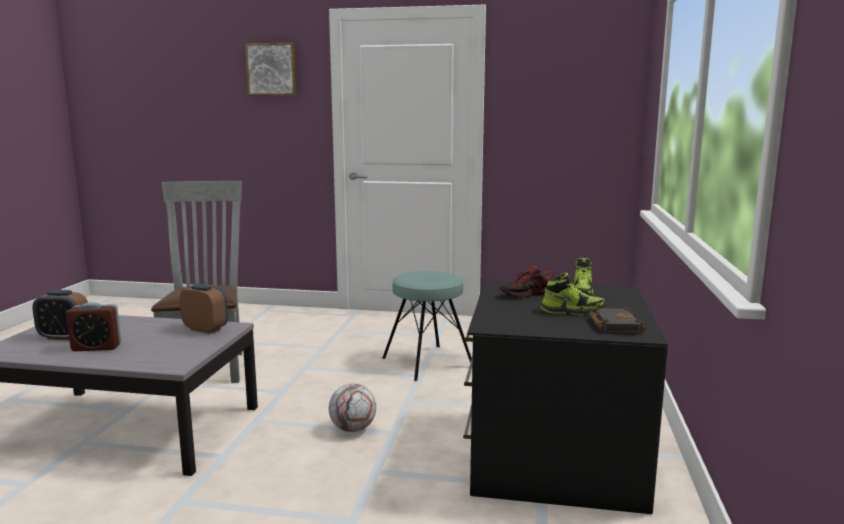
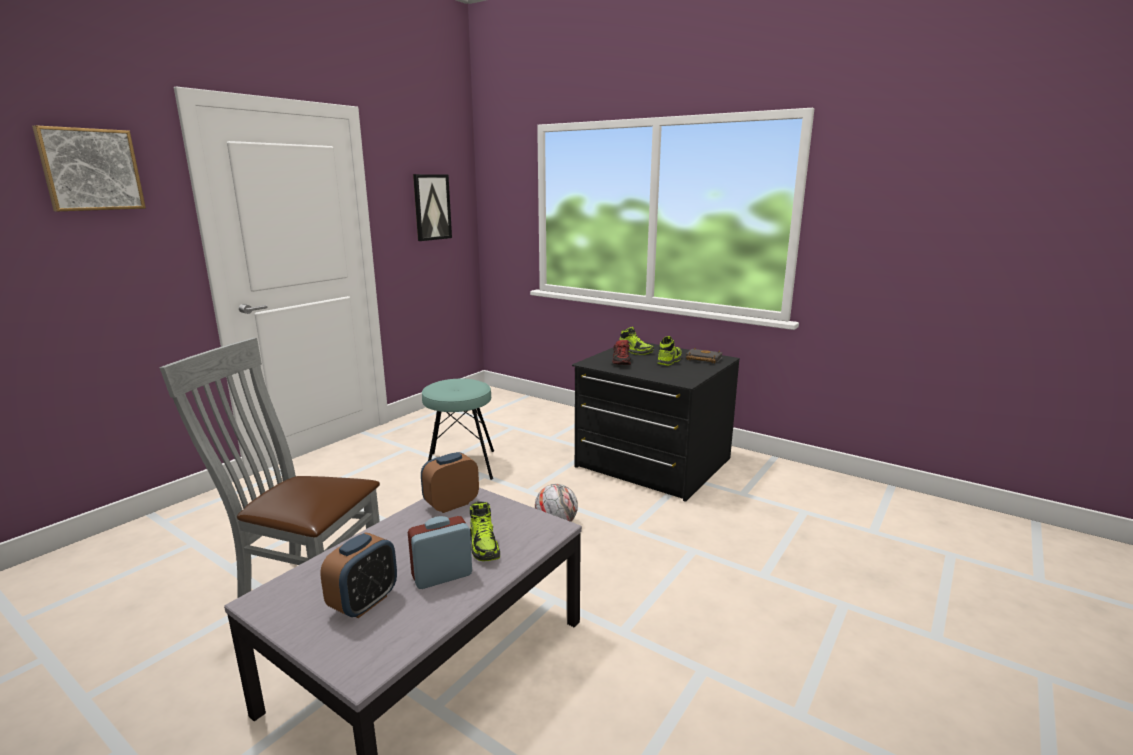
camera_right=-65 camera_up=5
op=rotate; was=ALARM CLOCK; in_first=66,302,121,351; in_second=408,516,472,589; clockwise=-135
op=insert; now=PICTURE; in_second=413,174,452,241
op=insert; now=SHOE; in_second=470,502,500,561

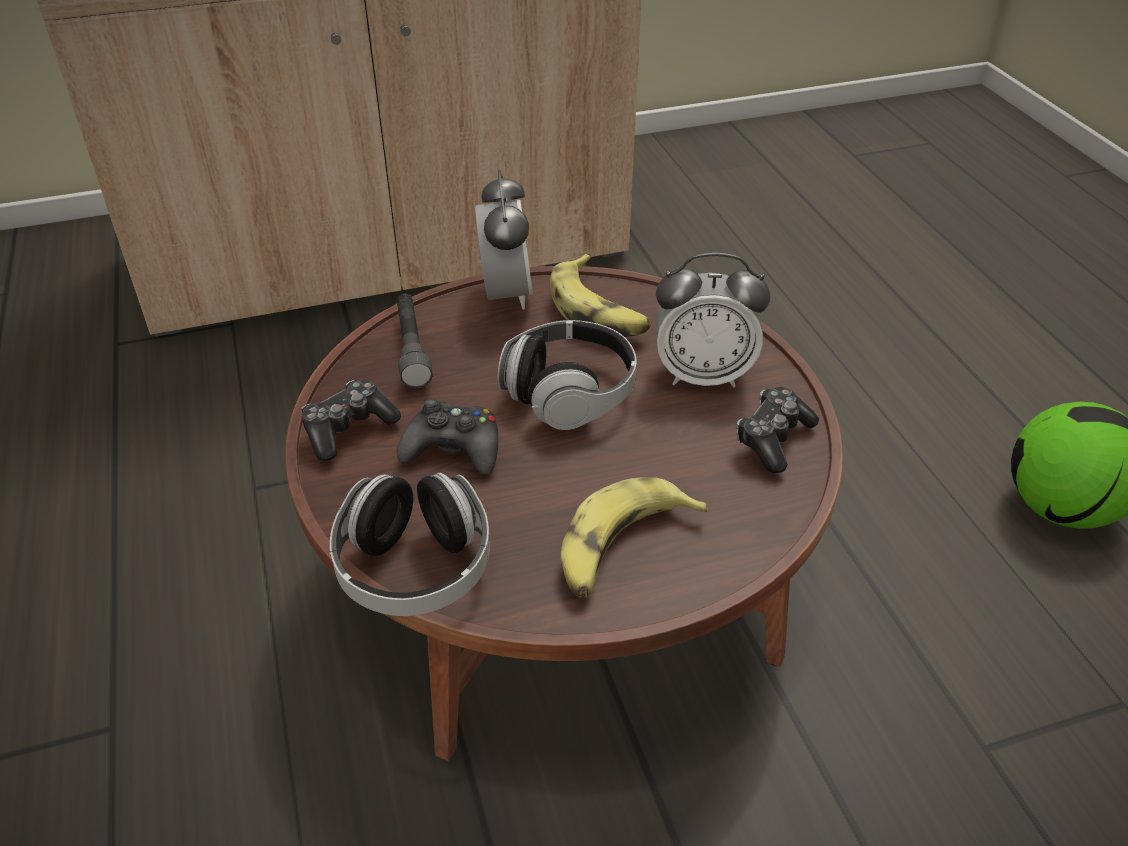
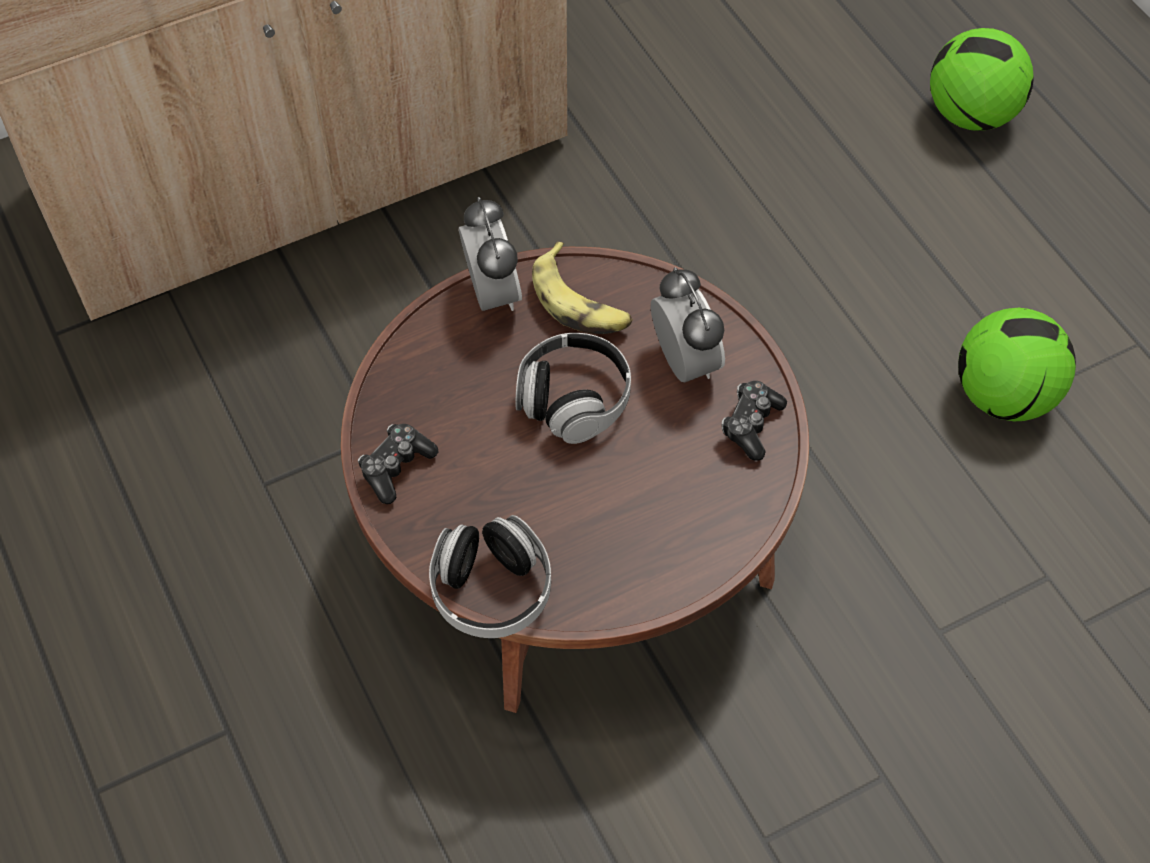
camera_right=-10 camera_up=15
op=rotate; was=ALARM CLOCK; in_first=656,253,770,387; in_second=651,267,725,382; clockwise=-105
op=insert; now=FOOTBALL; in_second=930,28,1034,131
op=delete; was=GREY FLASHLIGHT; in_first=397,294,432,388
op=delete; was=BLACK GAME CONTROLLER; in_first=397,398,498,475
op=delete; was=BANANA; in_first=560,477,708,598

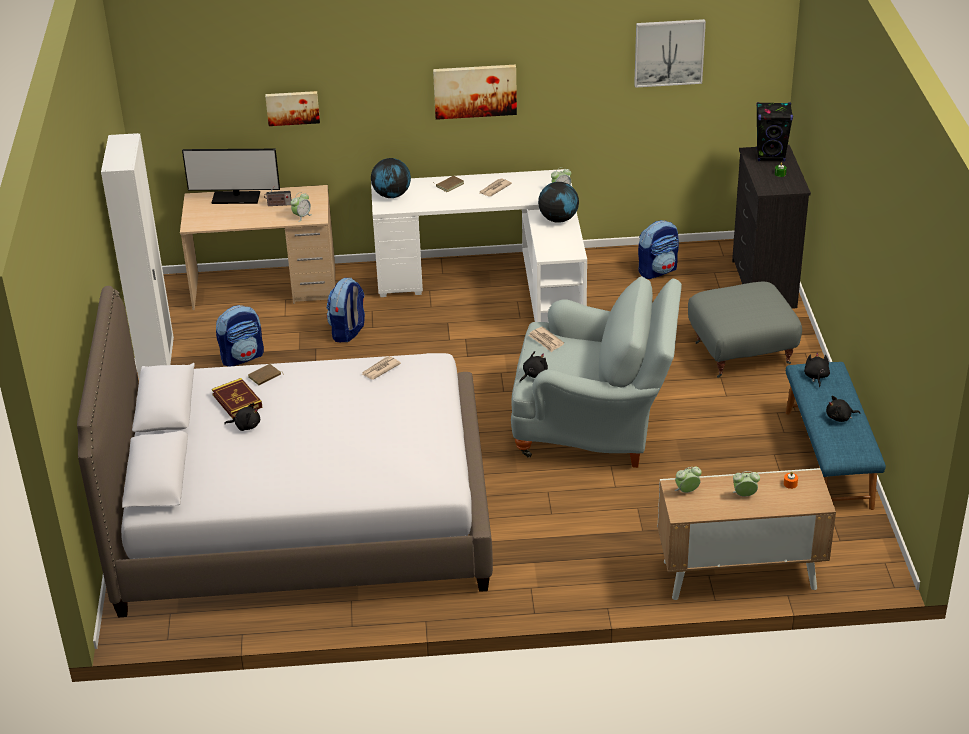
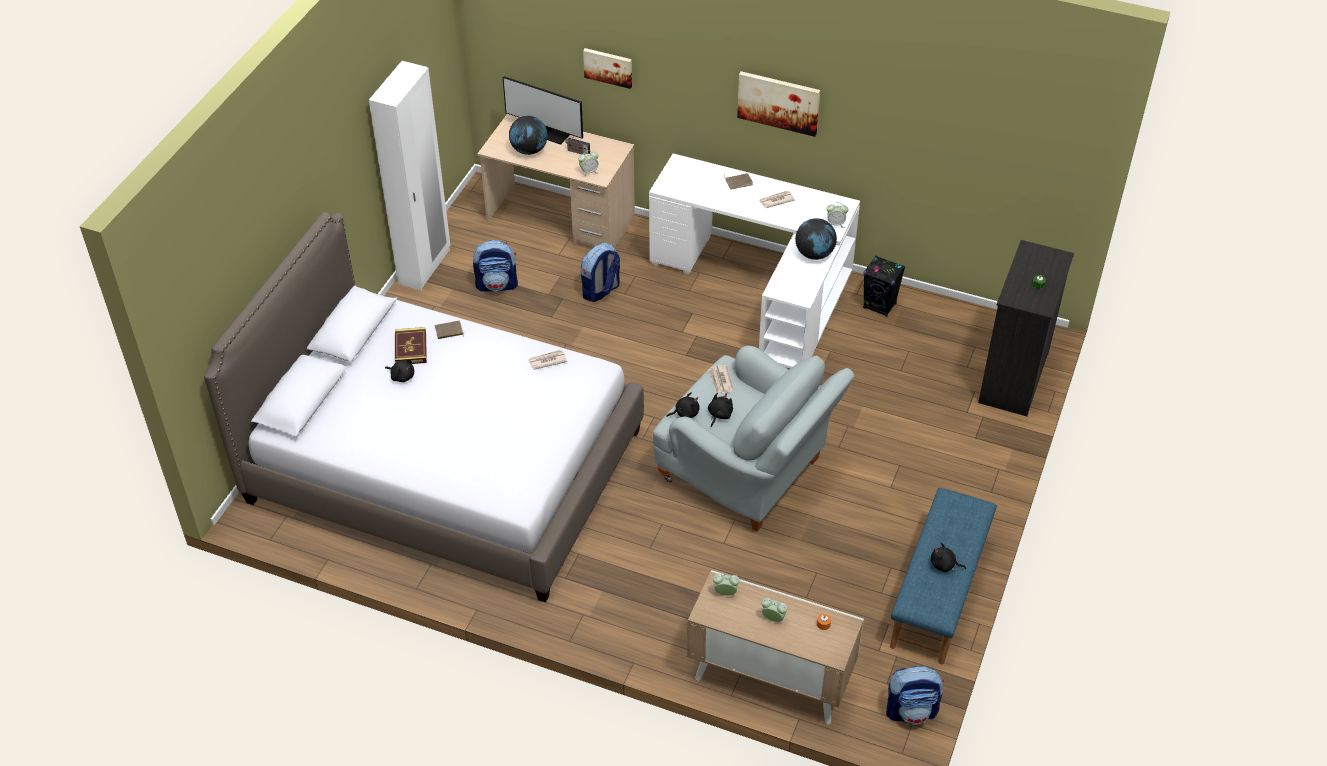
camera_right=25 camera_up=10
op=move; was=GLOBE; in_first=371,158,411,198; in_second=509,116,548,155
op=move; was=BLACK PLUSH TOY; in_first=804,353,830,387; in_second=708,393,733,427
op=move; was=BLACK SPEAKER; in_first=756,102,793,162; in_second=863,256,905,317
op=move; was=BACKPACK; in_first=638,220,679,279; in_second=886,666,944,724
op=delete; was=PICTURE; in_first=634,19,706,88
op=delete; was=GREY OTTOMAN; in_first=688,282,802,378

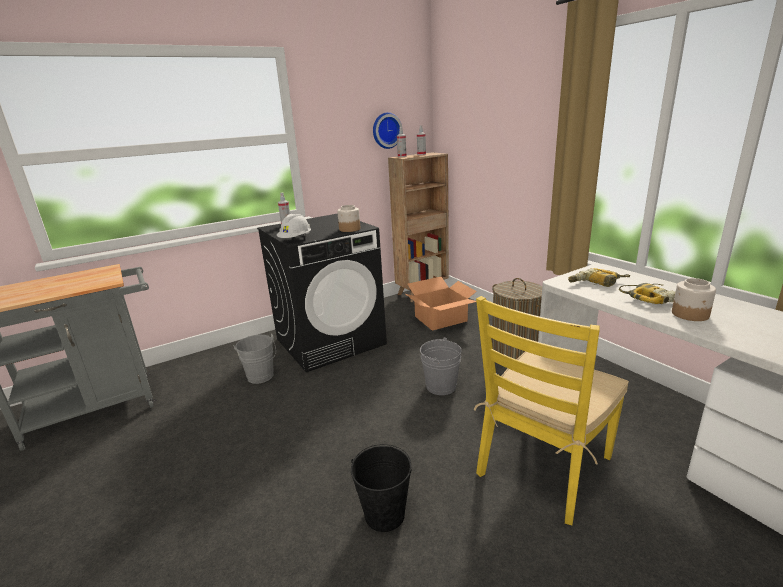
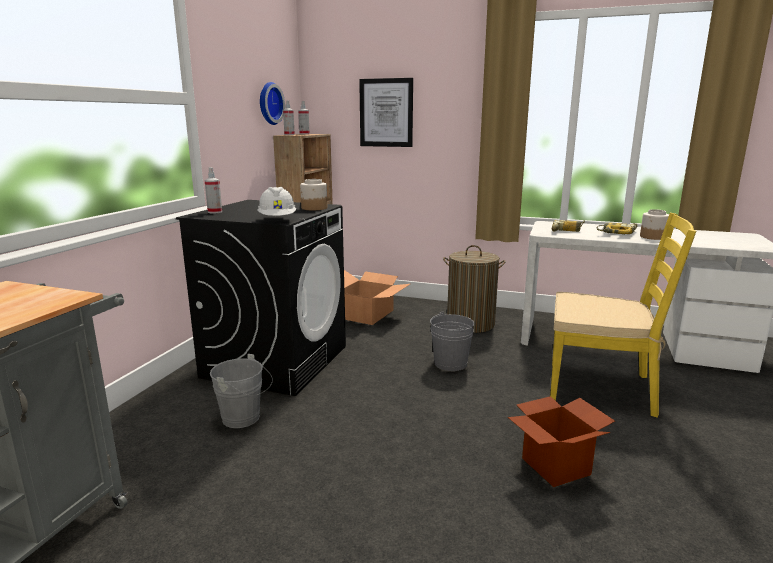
camera_right=-40 camera_up=-5
op=insert; now=PICTURE; in_second=359,78,413,147
op=replace; was=BLACK BUCKET; now=CARDBOARD BOX; in_first=351,444,412,532; in_second=508,396,615,487
op=rotate; was=YELLOW CHAIR; in_first=473,296,629,525; in_second=550,213,696,418; clockwise=-75

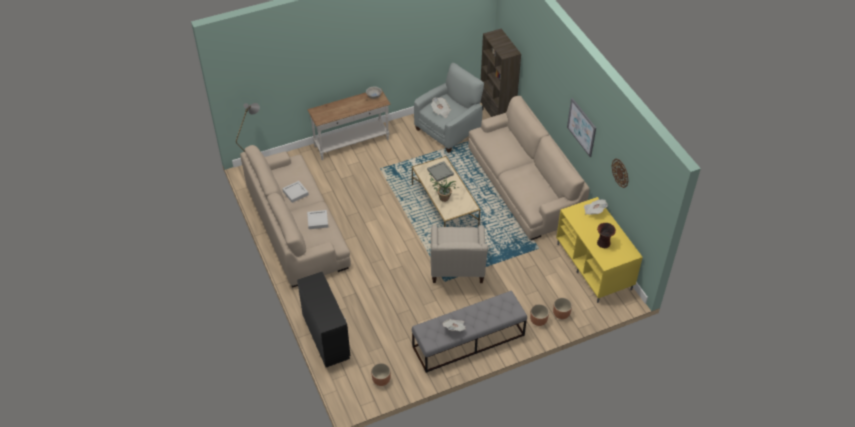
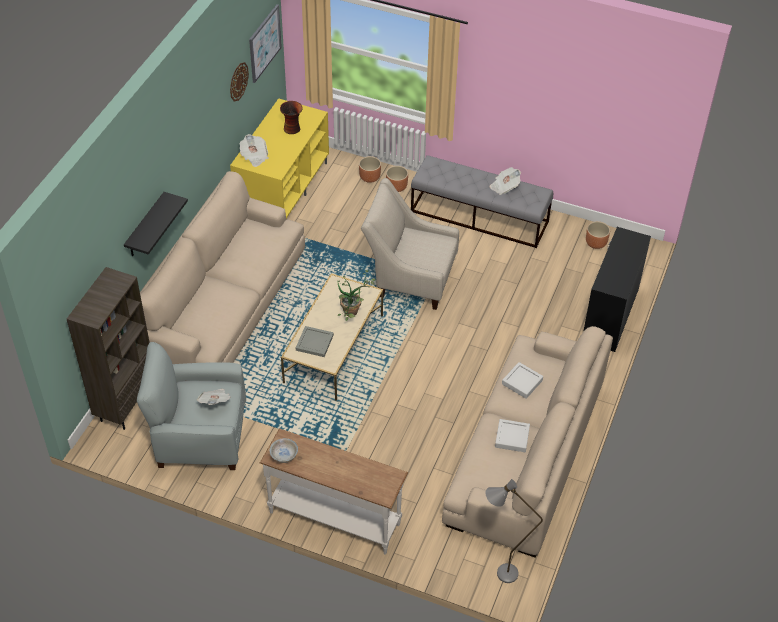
camera_right=-135 camera_up=0
op=insert; now=BLACK SHELF; in_second=124,192,188,256
op=move; was=PICTURE; in_first=567,98,596,157; in_second=249,4,282,83
op=rotate; was=BEIGE ARMCHAIR; in_first=430,225,488,283; in_second=361,178,459,310; clockwise=-120

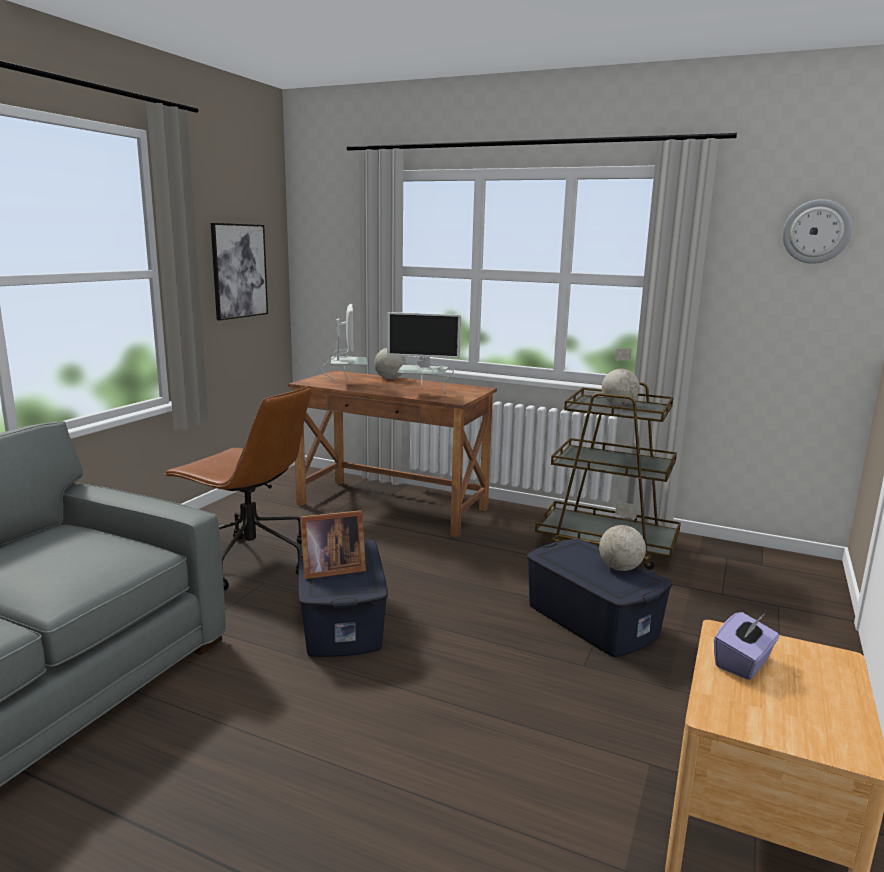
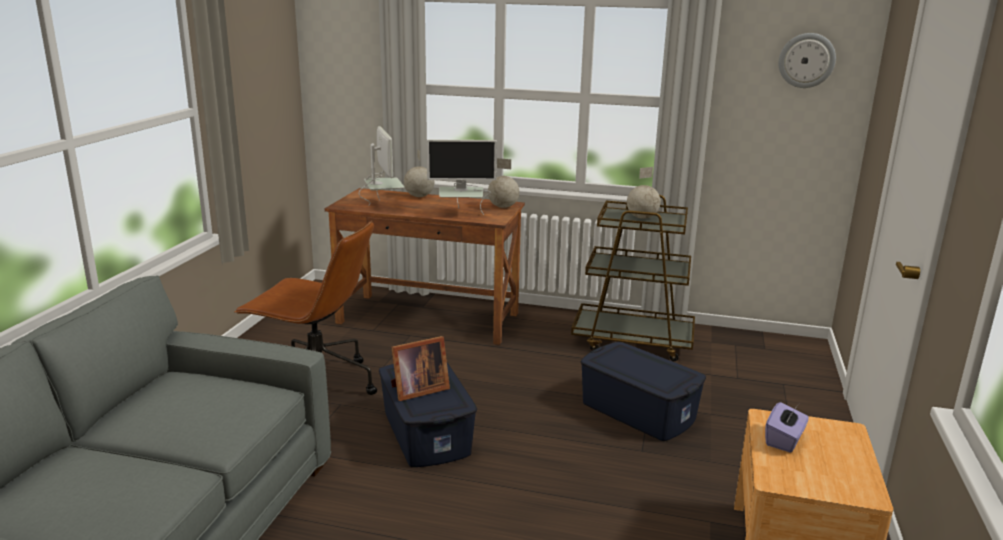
camera_right=-10 camera_up=5
op=move; was=GLOBE; in_first=599,501,646,571; in_second=488,158,519,208
op=delete; was=PICTURE; in_first=211,223,268,320

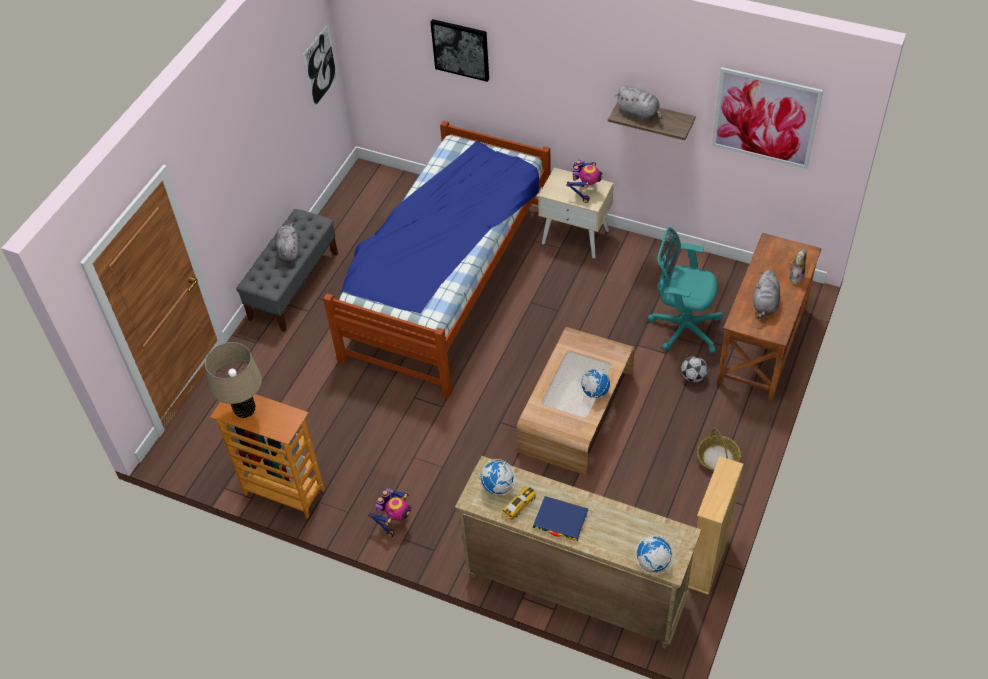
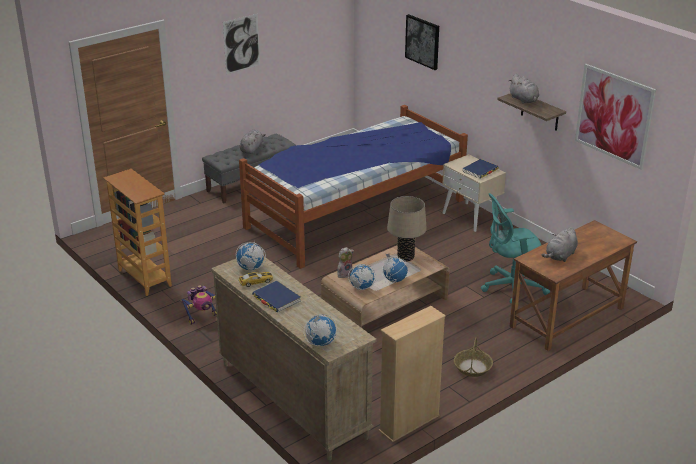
camera_right=25 camera_up=-20
op=move; was=PICTURE; in_first=303,24,338,109; in_second=223,14,260,74
op=move; was=PLUSH TOY; in_first=789,249,806,284; in_second=337,247,354,278
op=insert; now=GLOBE; in_second=348,264,376,290
op=move; was=BEIGE TABLE LAMP; in_first=205,342,262,418; in_second=387,196,427,262
op=replace; was=TOY ROBOT; now=BLUE BOOK; in_first=566,160,603,203; in_second=462,159,499,179
op=rotate; was=TURQUOISE OFFICE CHAIR; in_first=648,227,723,353; in_second=481,193,550,303; clockwise=-60
op=delete; was=FOOTBALL; in_first=681,356,708,382

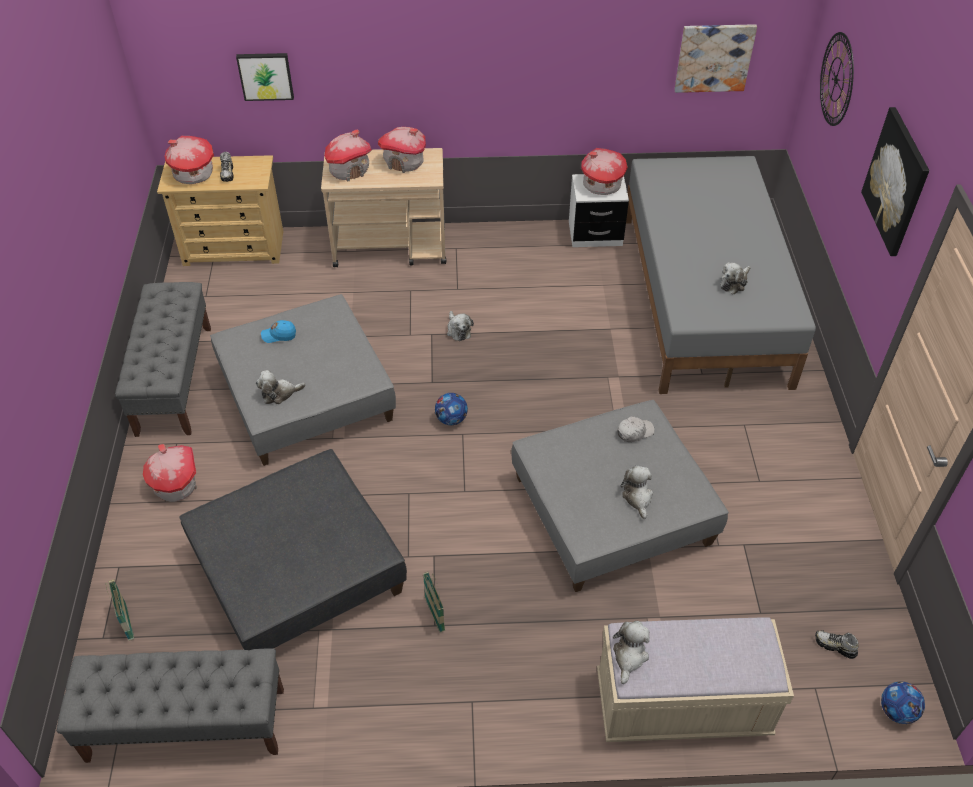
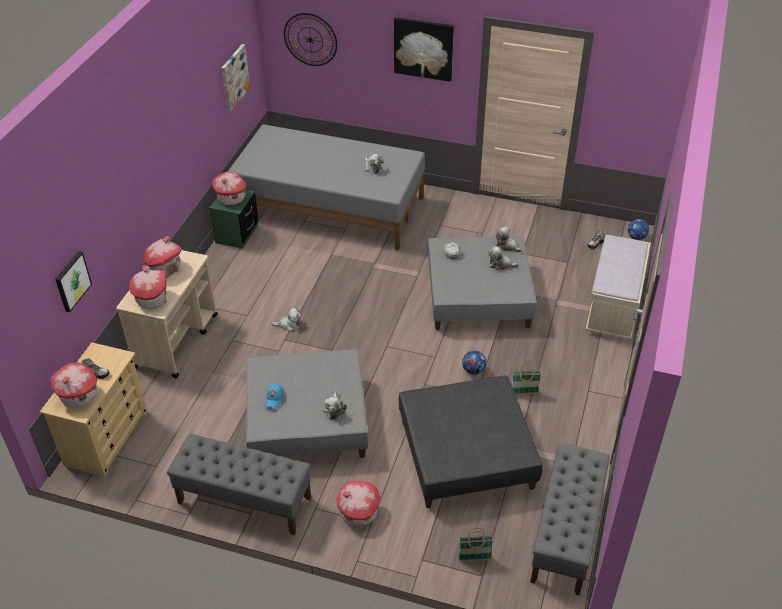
camera_right=-70 camera_up=-5
op=recolor; was=WHITE NIGHTSTAND; now=GREEN NIGHTSTAND; in_first=569,174,629,247; in_second=210,189,258,249
op=move; was=FOOTBALL; in_first=435,393,468,425; in_second=462,351,486,375
op=move; was=PLUSH TOY; in_first=613,621,650,684; in_second=496,227,522,252

